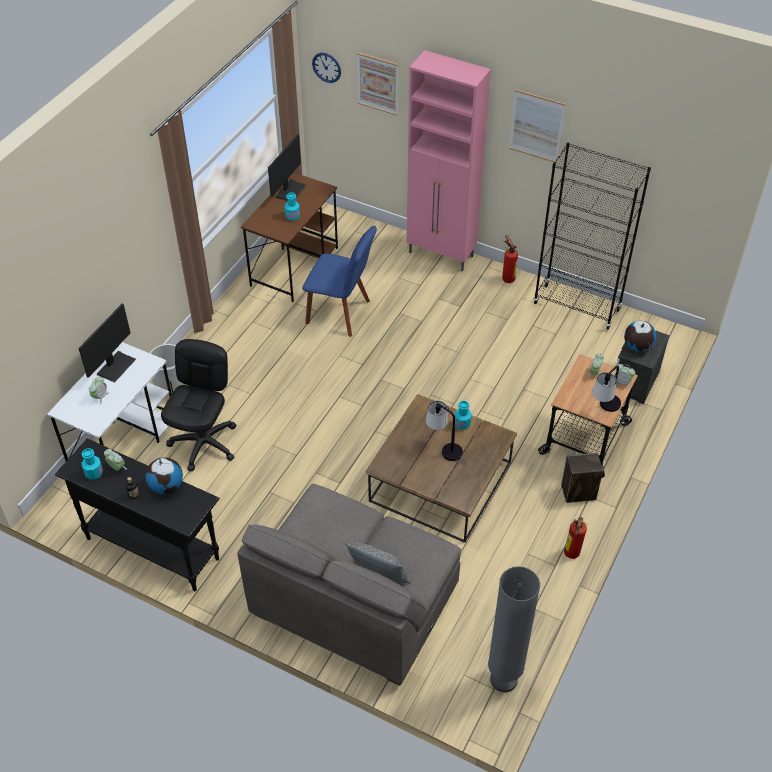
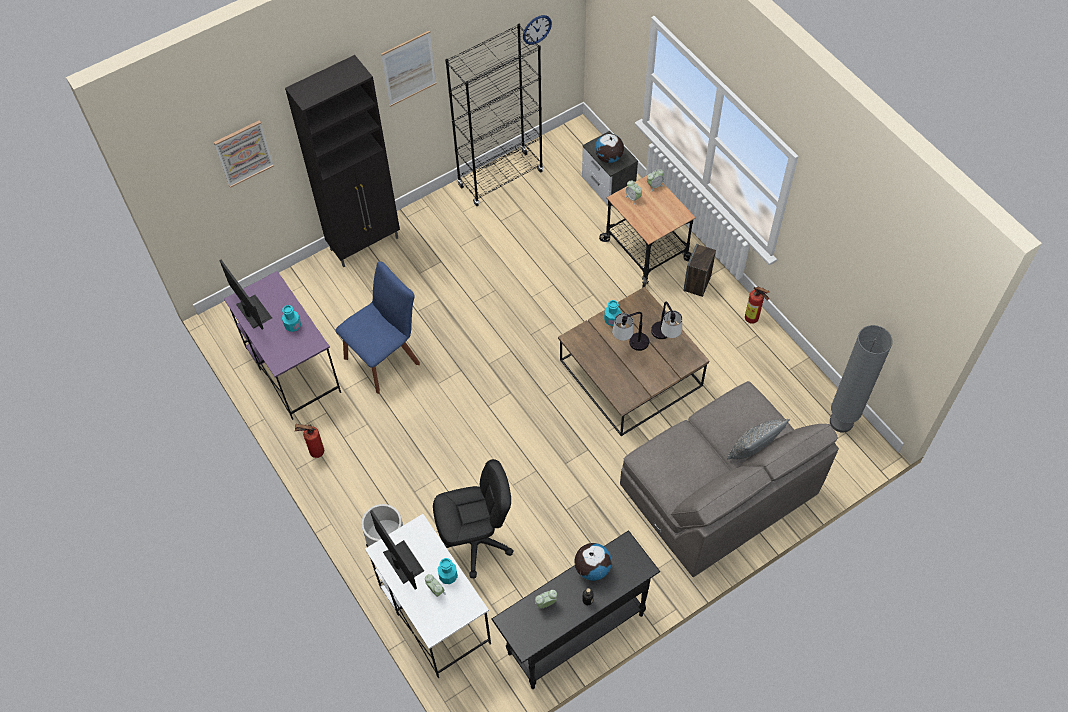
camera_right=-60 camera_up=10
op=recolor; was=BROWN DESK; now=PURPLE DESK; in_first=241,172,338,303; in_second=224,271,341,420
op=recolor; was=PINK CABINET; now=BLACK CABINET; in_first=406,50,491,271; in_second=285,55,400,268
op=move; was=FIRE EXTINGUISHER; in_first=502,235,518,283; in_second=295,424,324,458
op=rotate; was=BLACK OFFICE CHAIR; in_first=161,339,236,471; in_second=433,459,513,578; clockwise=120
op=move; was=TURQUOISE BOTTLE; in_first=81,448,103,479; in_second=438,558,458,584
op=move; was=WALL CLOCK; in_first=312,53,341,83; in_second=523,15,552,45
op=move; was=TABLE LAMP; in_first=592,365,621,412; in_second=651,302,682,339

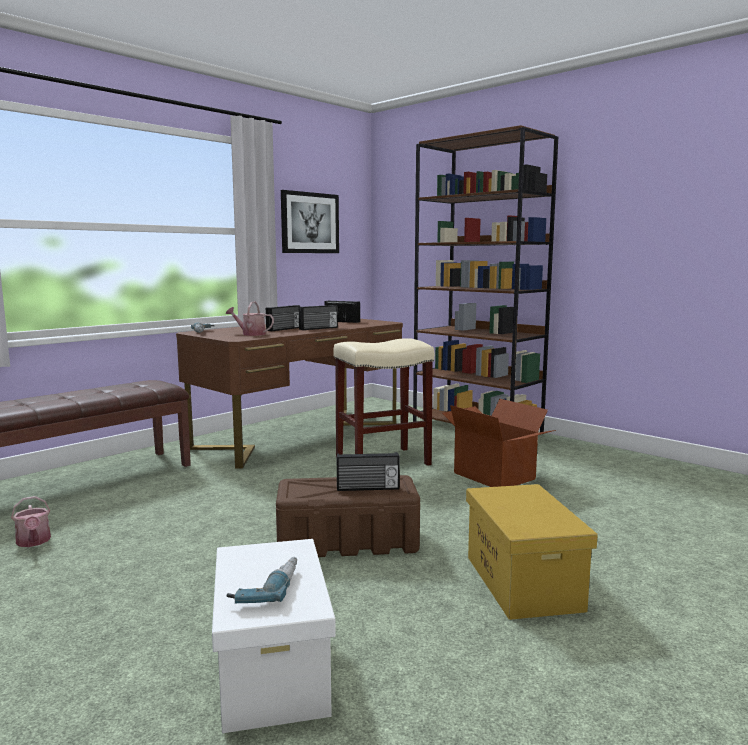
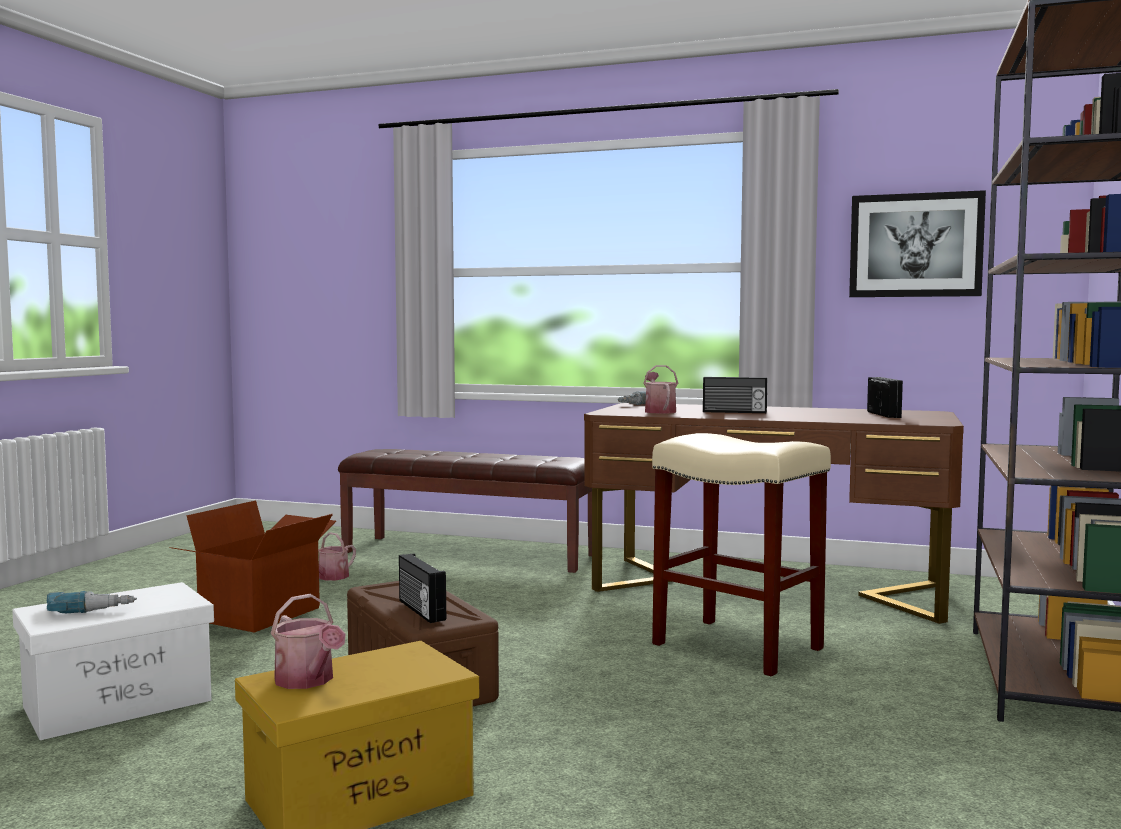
camera_right=65 camera_up=-5
op=move; was=CARDBOARD BOX; in_first=442,399,556,487; in_second=170,500,336,633
op=insert; now=WATERING CAN; in_second=271,594,346,689
op=delete; was=RADIO; in_first=299,305,338,330

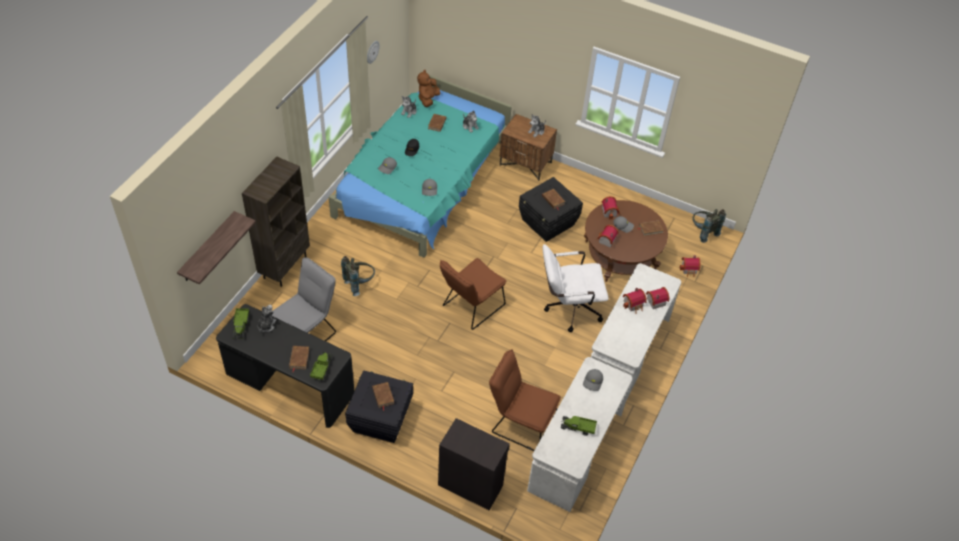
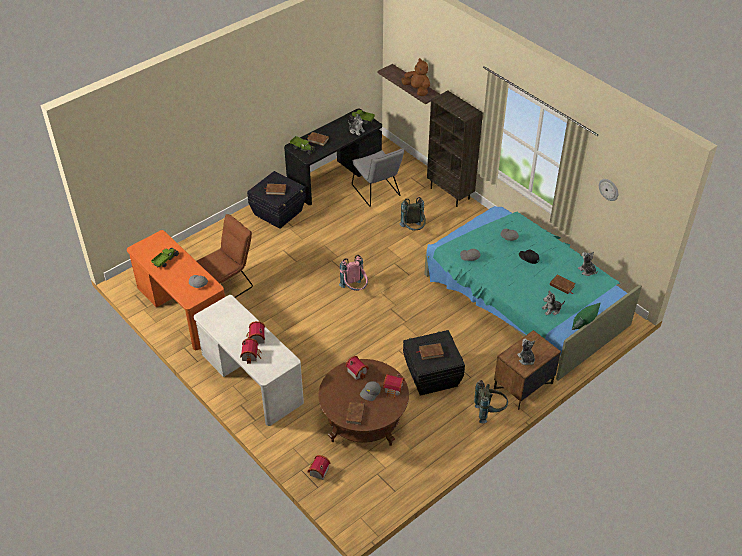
camera_right=115 camera_up=-5
op=recolor; was=WHITE DESK; now=ORANGE DESK; in_first=527,357,632,512; in_second=127,230,225,350
op=replace; was=BROWN CHAIR; now=PINK BACKPACK; in_first=440,258,506,330; in_second=339,255,368,291
op=move; was=BROWN PLUSH TOY; in_first=417,70,440,107; in_second=401,58,430,96
op=move; was=GREY BACKPACK; in_first=692,209,726,243; in_second=474,380,508,423
op=insert; now=GREEN PILLOW; in_second=572,303,600,330
op=delete; was=BLACK CABINET; in_first=438,418,510,510
op=delete; was=WHITE OFFICE CHAIR; in_first=542,244,609,332

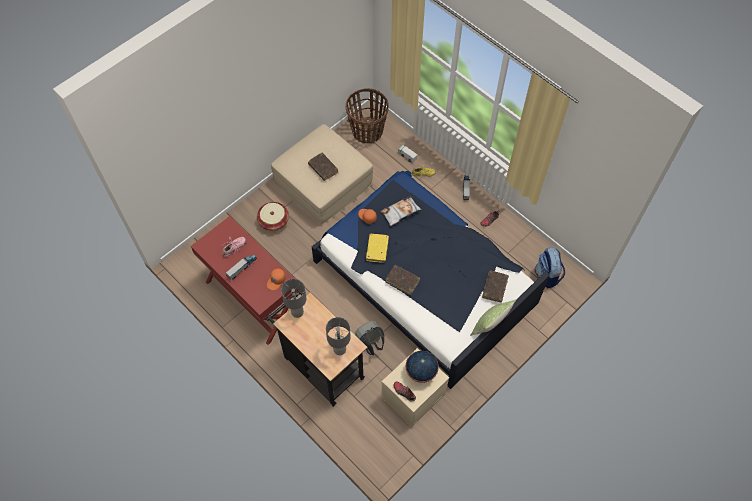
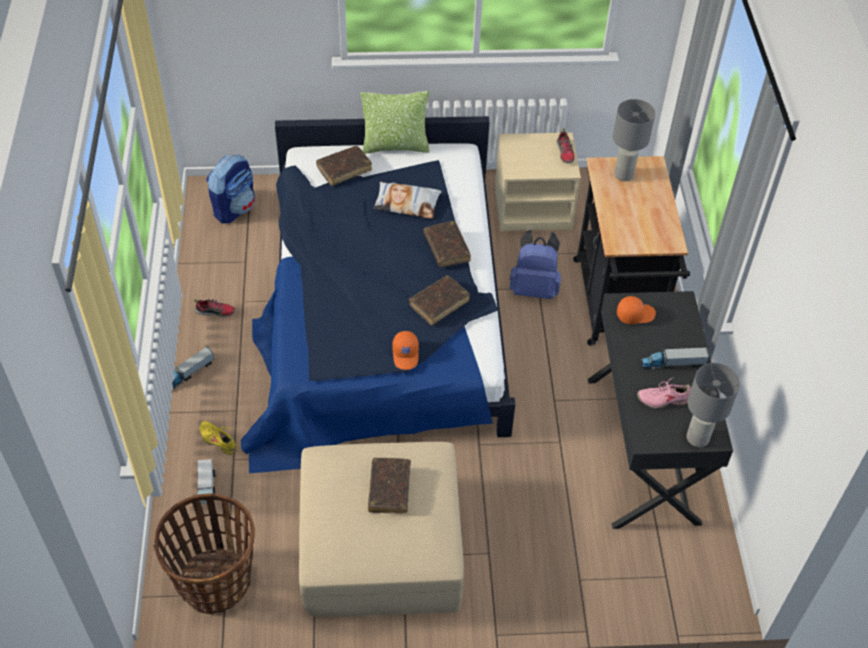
camera_right=-140 camera_up=-10
op=move; was=PILLOW; in_first=380,196,422,226; in_second=373,182,442,219
op=recolor; was=YELLOW BOOK; now=BROWN BOOK; in_first=366,234,389,263; in_second=409,275,470,325
op=recolor; was=GREY BACKPACK; now=BLUE BACKPACK; in_first=353,320,384,355; in_second=510,229,561,299
op=recolor; was=RED DESK; now=BLACK DESK; in_first=191,216,298,345; in_second=588,291,733,529
op=move; was=GREY TABLE LAMP; in_first=281,279,306,318; in_second=686,363,740,447
op=delete; was=BASKET; in_first=257,202,289,231
op=delete; was=GLOBE; in_first=406,351,439,383

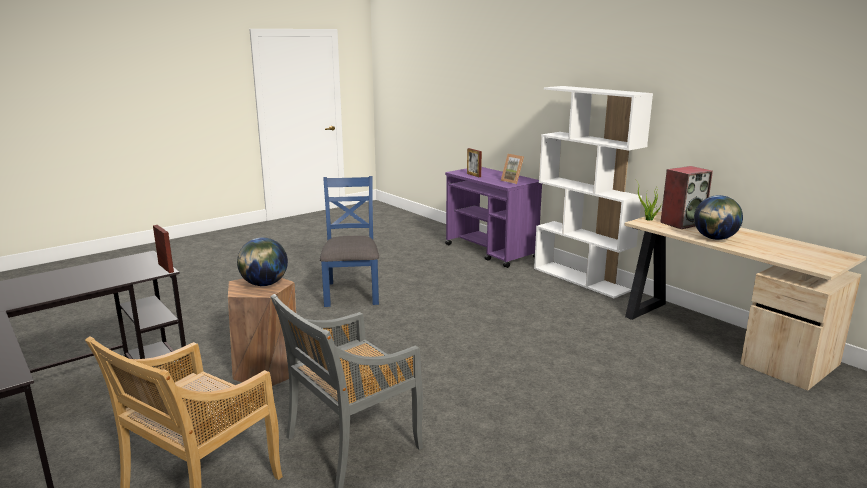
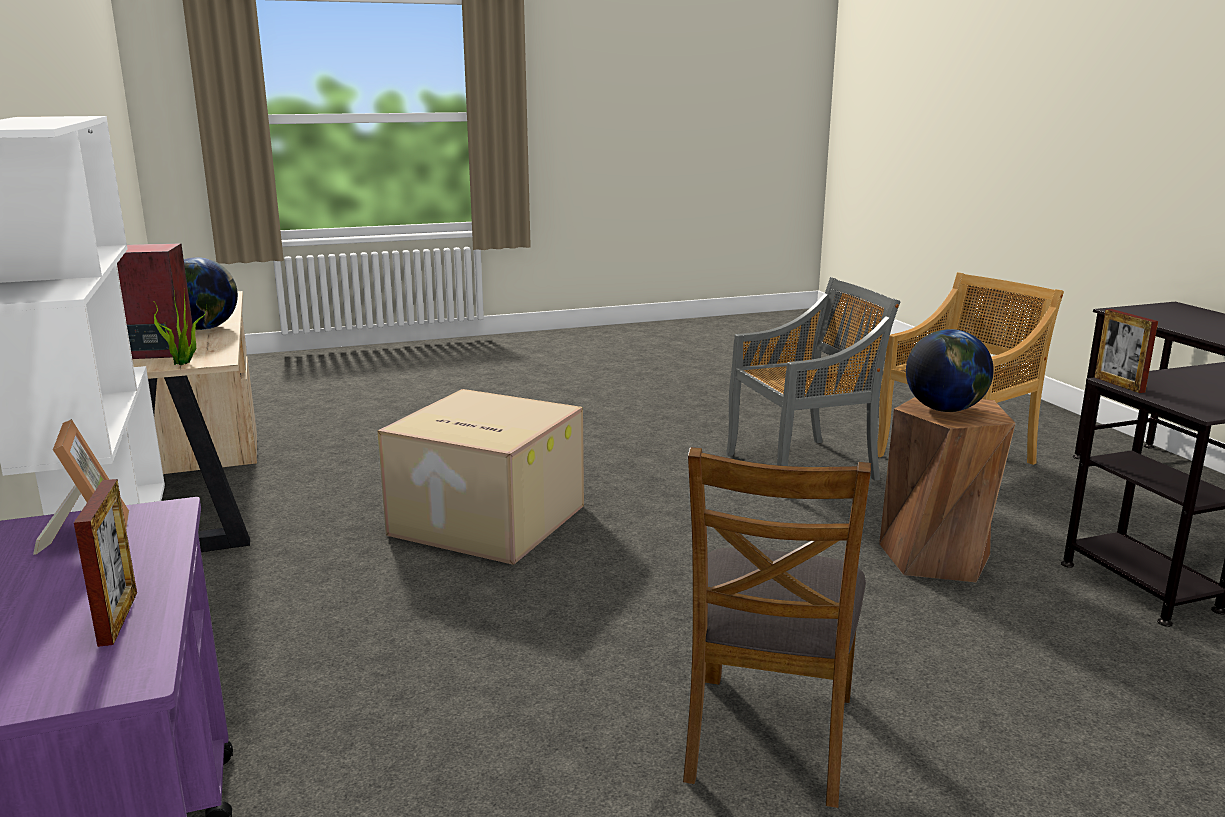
camera_right=-160 camera_up=0
op=insert; now=CARDBOARD BOX; in_second=377,389,584,565
op=recolor; was=BLUE CHAIR; now=BROWN CHAIR; in_first=320,176,379,307; in_second=683,447,871,808

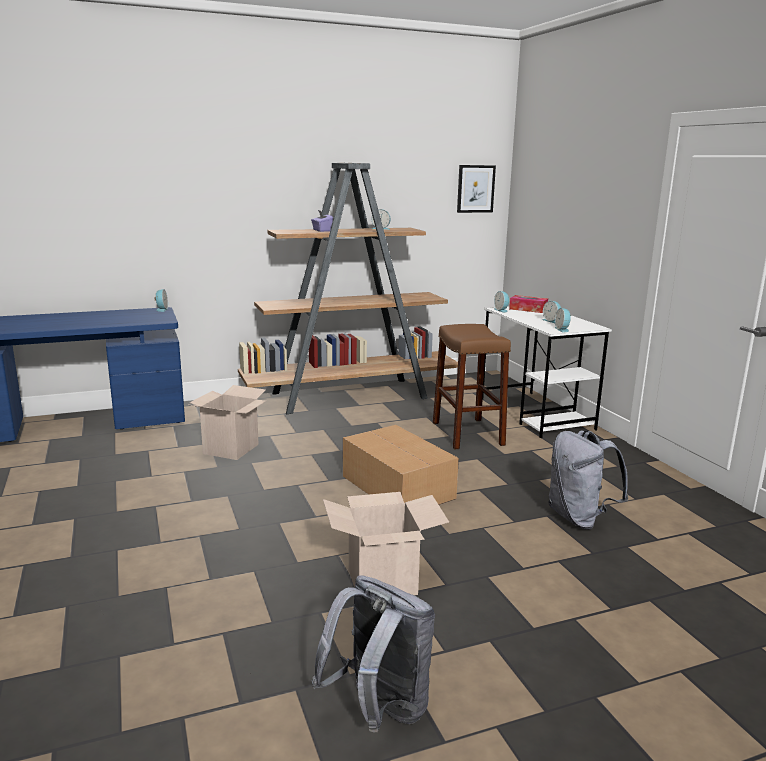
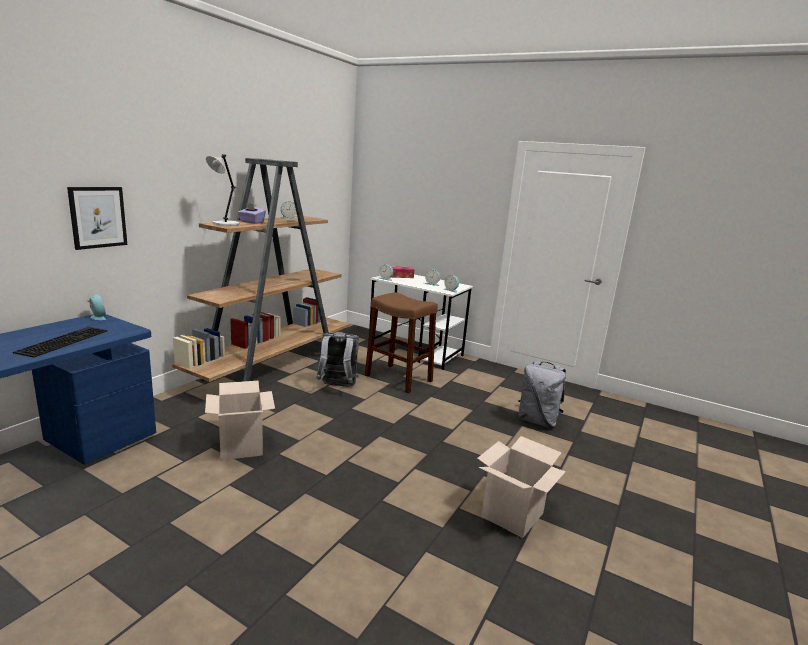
camera_right=-40 camera_up=0
op=insert; now=KEYBOARD; in_second=13,327,108,358
op=move; was=PICTURE; in_first=457,165,496,213; in_second=67,187,127,250
op=insert; now=GREY TABLE LAMP; in_second=206,154,239,226
op=move; was=GREY BACKPACK; in_first=311,576,435,732; in_second=316,332,359,387
op=delete; was=CARDBOARD BOX; in_first=343,425,459,505

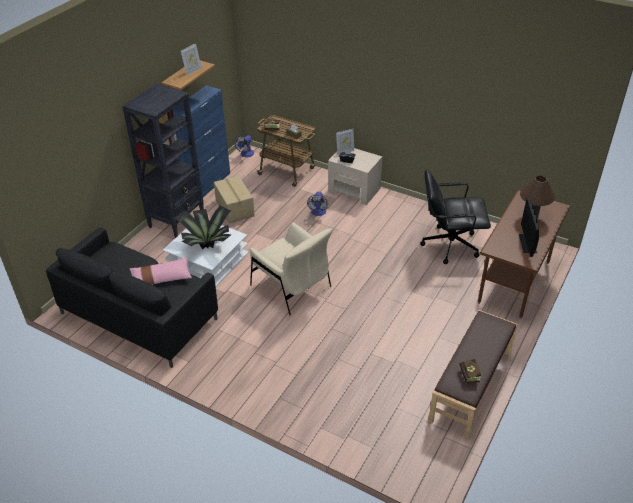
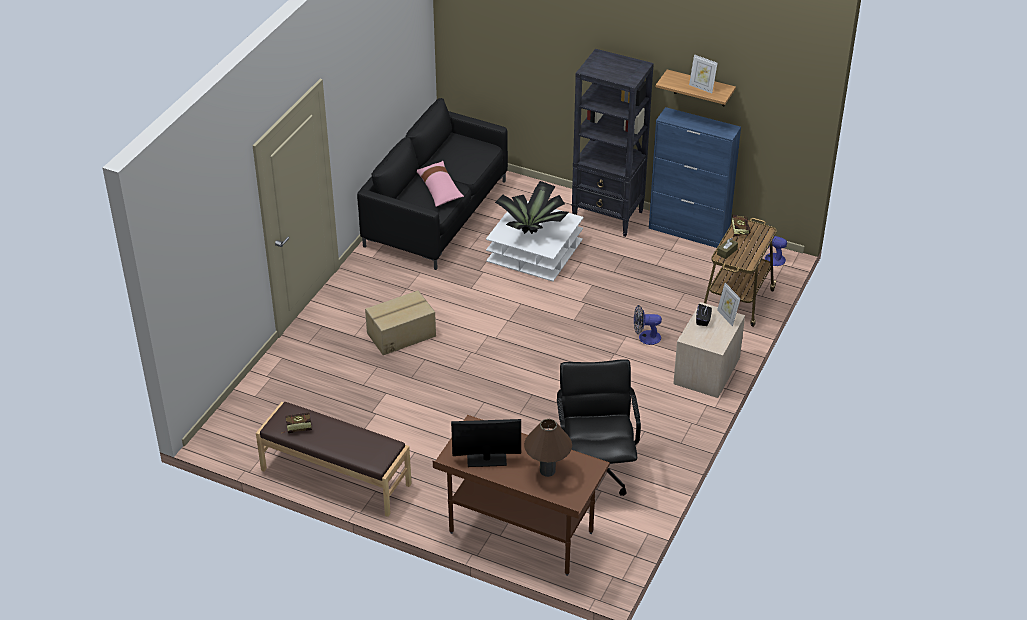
camera_right=85 camera_up=0
op=move; was=CARDBOARD BOX; in_first=214,175,255,223; in_second=365,291,436,355
op=delete; was=BEIGE ARMCHAIR; in_first=250,222,333,315

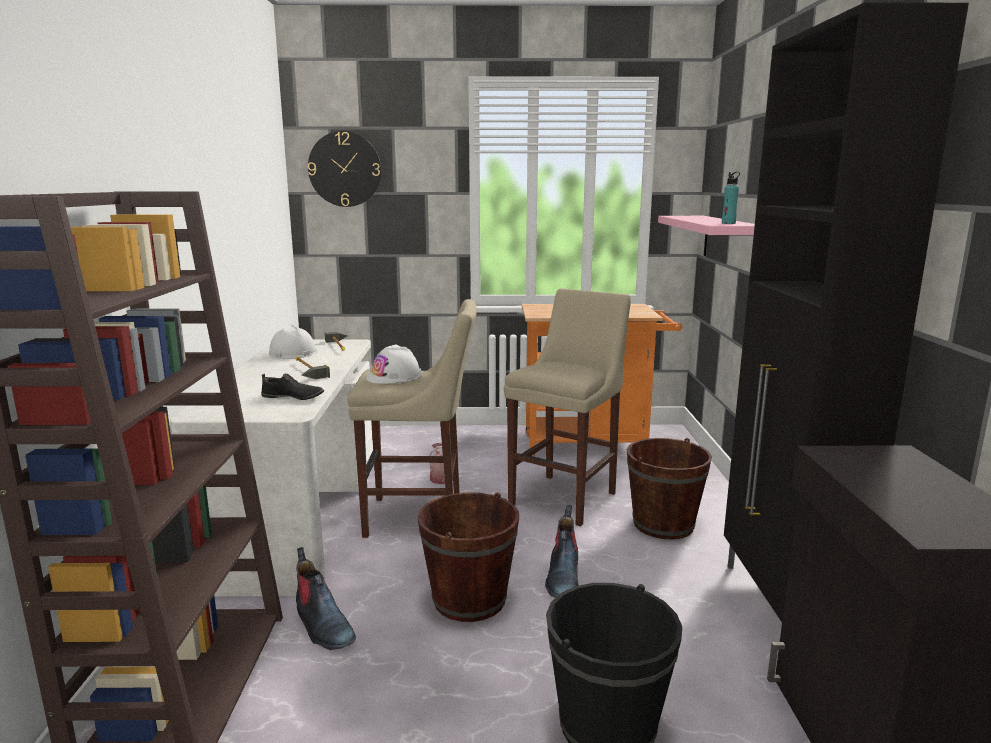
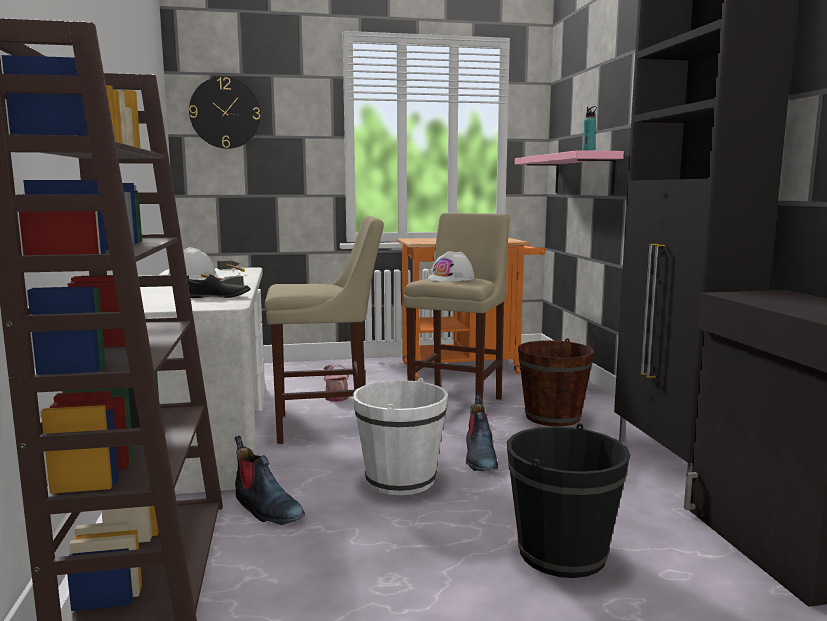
camera_right=-10 camera_up=-5
op=recolor; was=BROWN BUCKET; now=WHITE BUCKET; in_first=417,492,519,622; in_second=353,378,448,495
op=move; was=WHITE HARD HAT; in_first=366,344,421,384; in_second=428,251,474,282

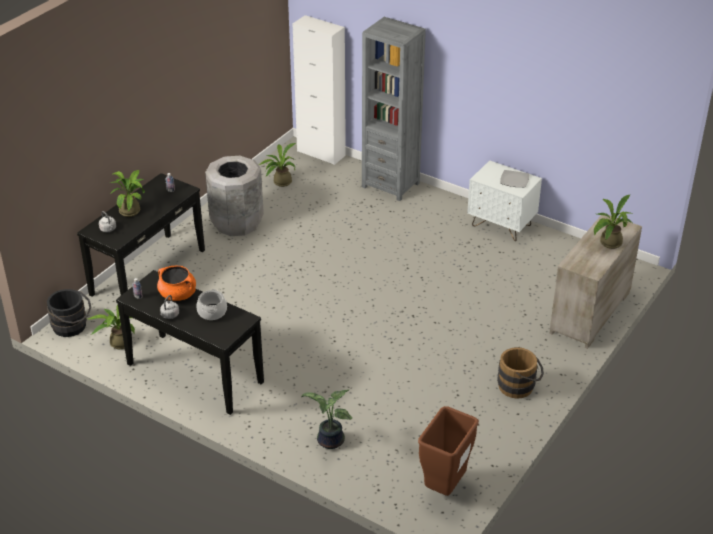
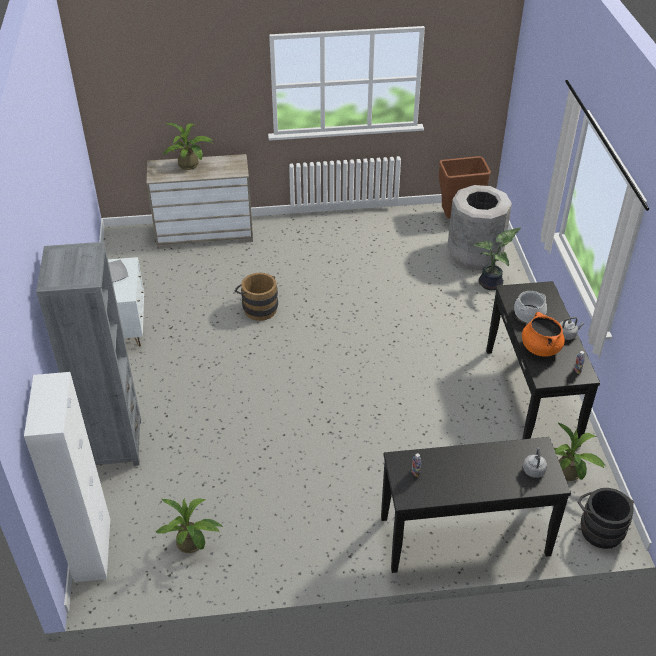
camera_right=-130 camera_up=5
op=move; was=BROWN BUCKET; in_first=497,347,544,399; in_second=235,273,278,321
op=move; was=GREY TRASH CAN; in_first=205,156,264,236; in_second=447,185,512,270
op=delete; was=POTTED PLANT; in_first=109,170,145,217

